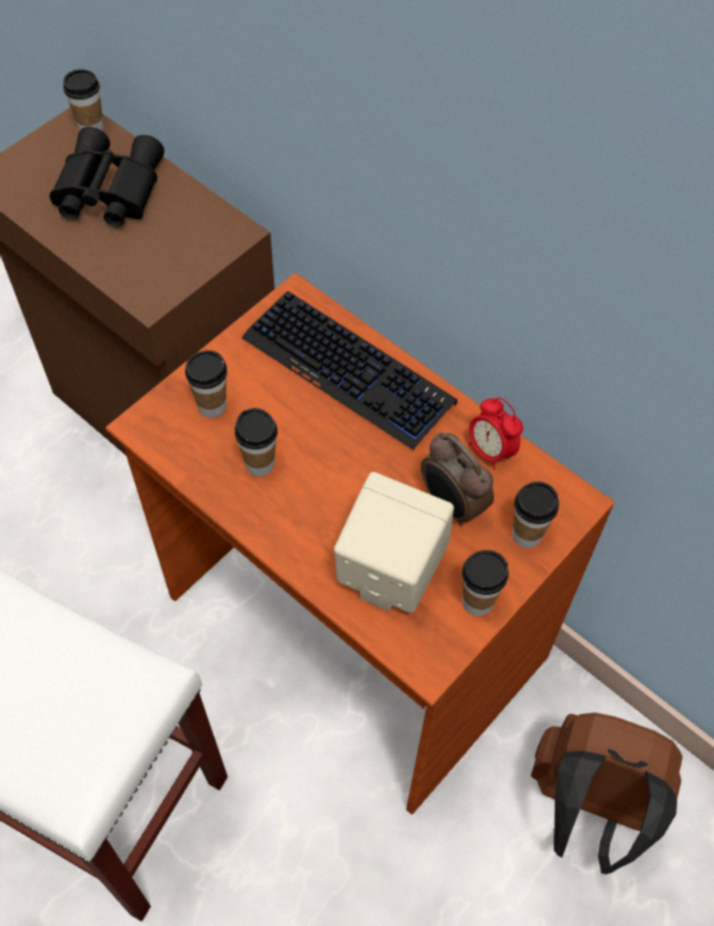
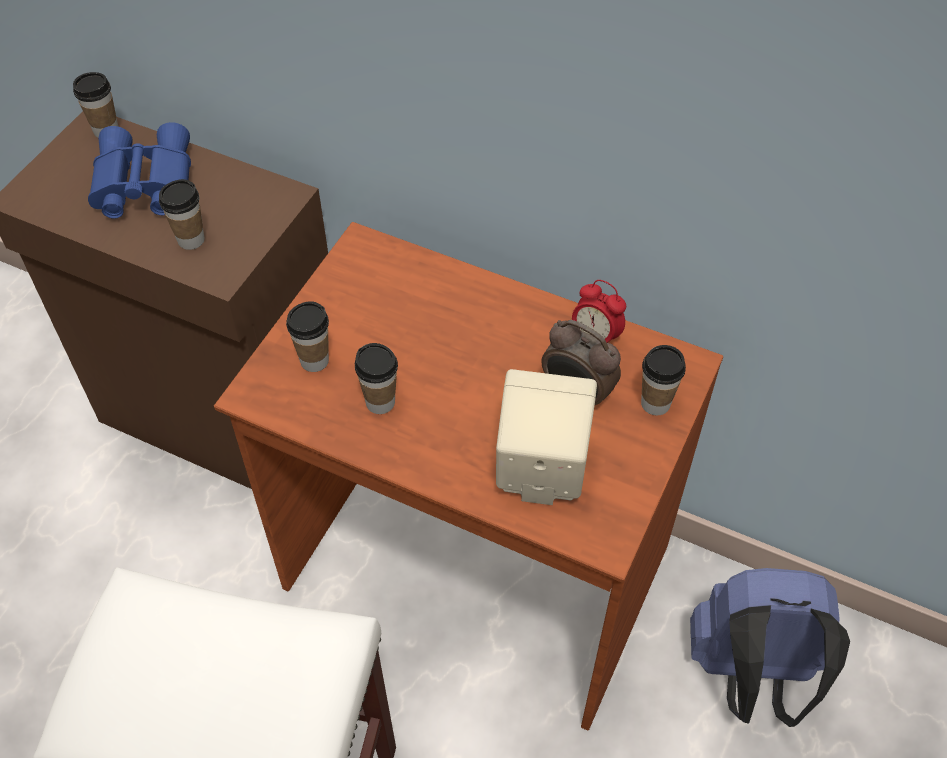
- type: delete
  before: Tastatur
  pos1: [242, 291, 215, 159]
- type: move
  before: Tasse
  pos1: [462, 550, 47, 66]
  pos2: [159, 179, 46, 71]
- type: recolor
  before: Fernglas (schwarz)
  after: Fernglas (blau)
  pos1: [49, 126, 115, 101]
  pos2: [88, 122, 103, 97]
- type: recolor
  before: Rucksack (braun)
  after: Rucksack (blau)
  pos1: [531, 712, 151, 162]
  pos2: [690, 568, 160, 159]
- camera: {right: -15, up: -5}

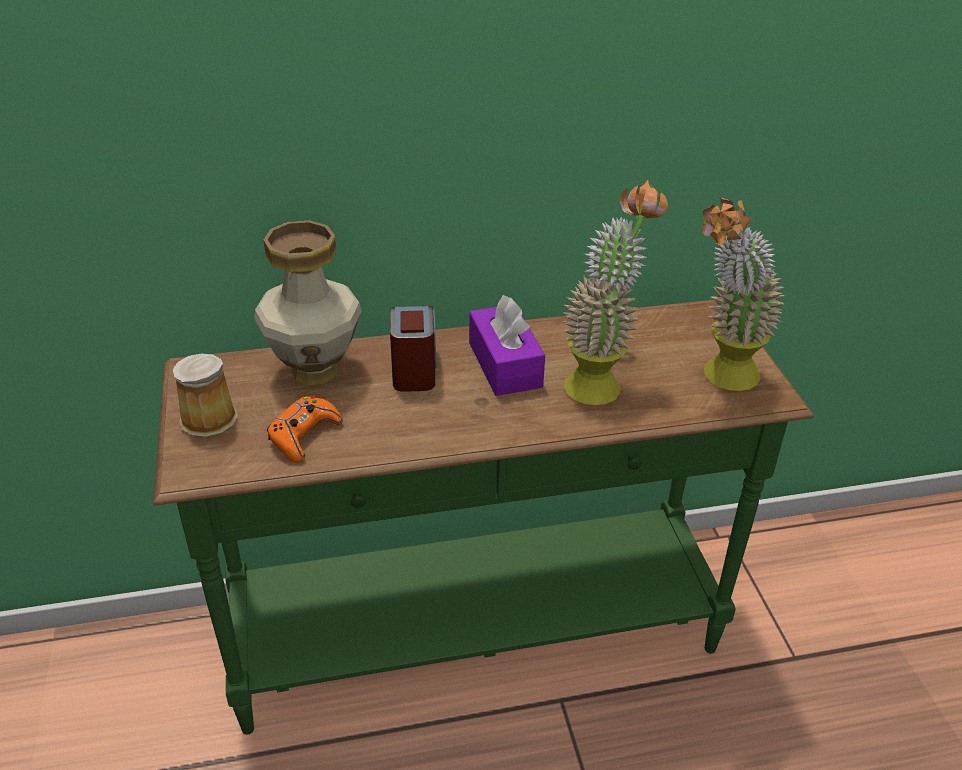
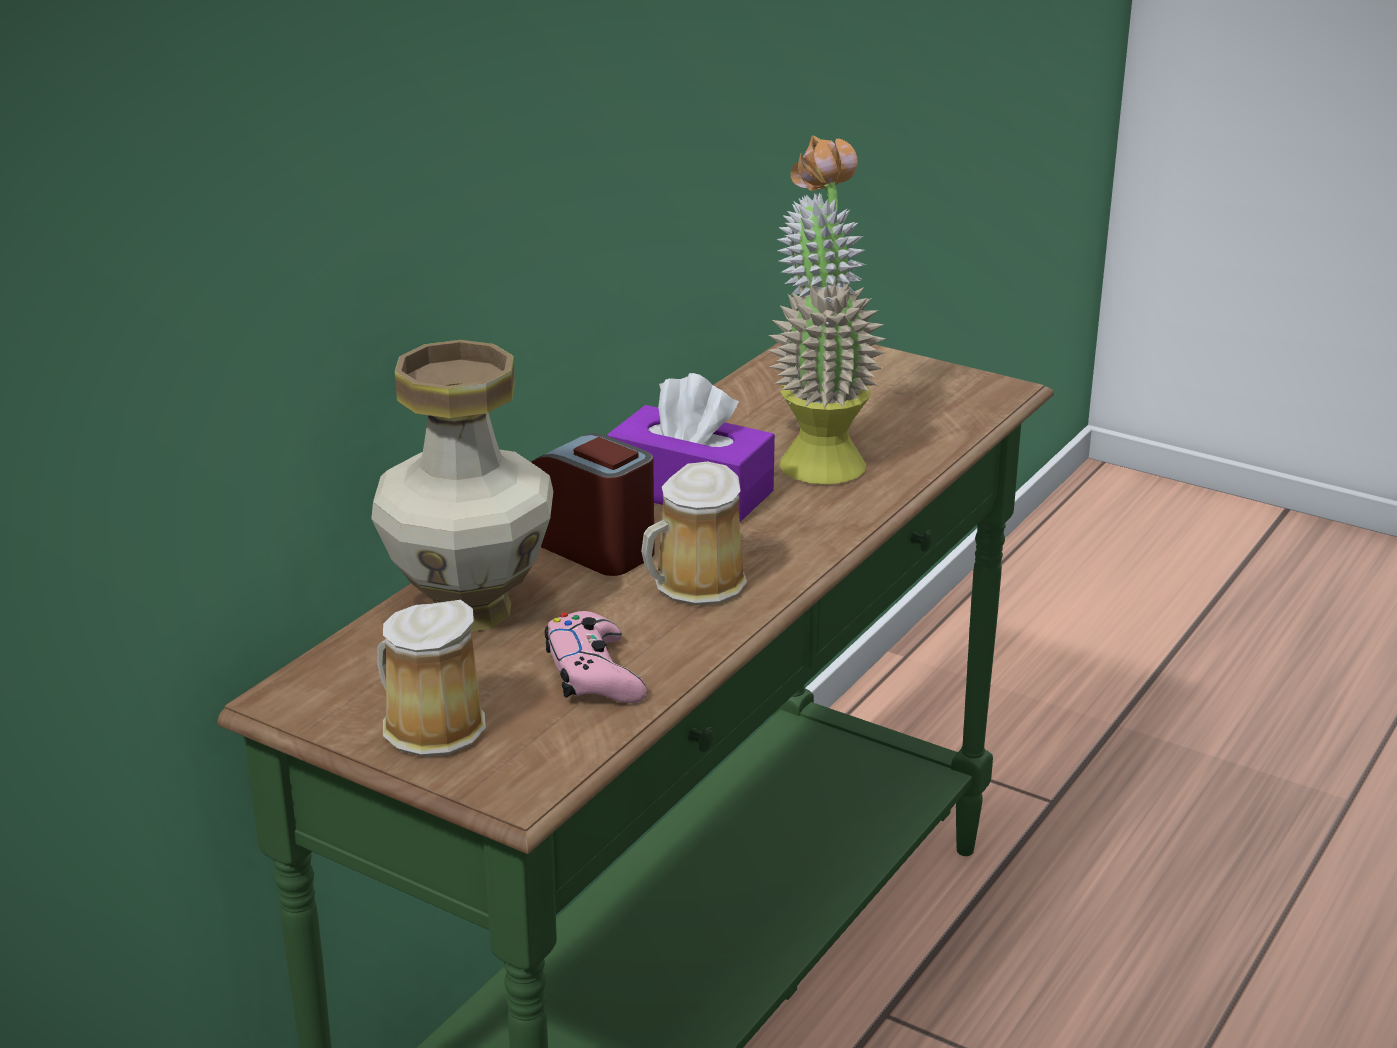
- type: delete
  before: Topfpflanze
  pos1: [702, 197, 83, 194]
- type: insert
  after: Henkelbecher
  pos2: [641, 461, 106, 144]
- type: recolor
  before: Gamepad (orange)
  after: Gamepad (rosa)
  pos1: [267, 396, 76, 67]
  pos2: [545, 611, 102, 92]
- camera: {right: -45, up: -10}

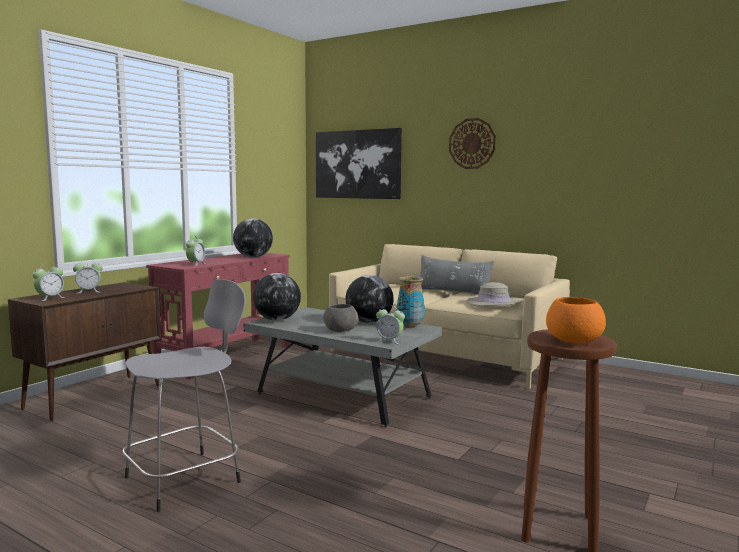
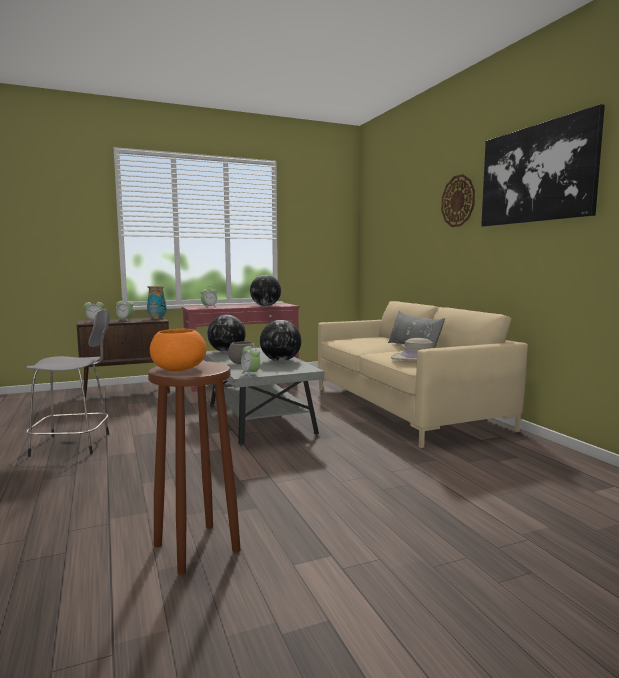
- type: move
  before: Bild
  pos1: [316, 128, 86, 71]
  pos2: [481, 104, 124, 123]
- type: move
  before: Vase
  pos1: [396, 276, 29, 52]
  pos2: [147, 286, 19, 33]
- camera: {right: 35, up: 0}

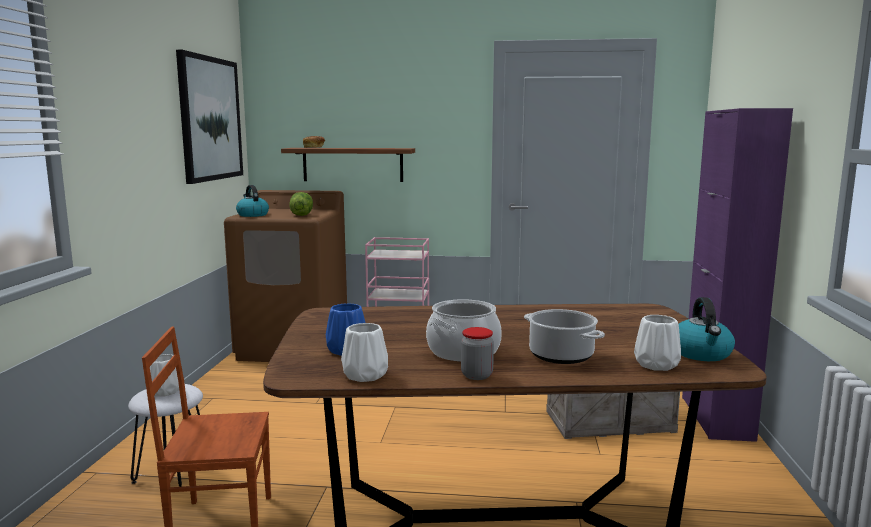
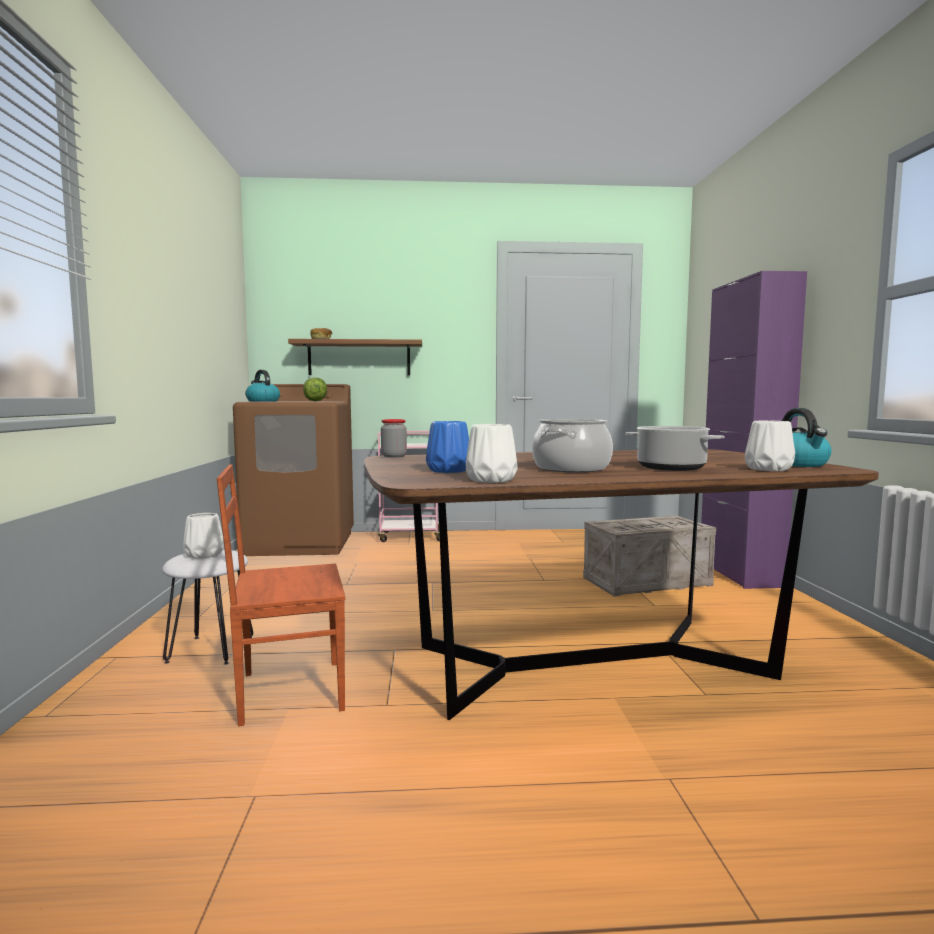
- type: delete
  before: Bild
  pos1: [176, 50, 67, 134]
- type: move
  before: Vorratsglas
  pos1: [461, 327, 33, 53]
  pos2: [381, 419, 26, 39]
- camera: {right: -10, up: -5}

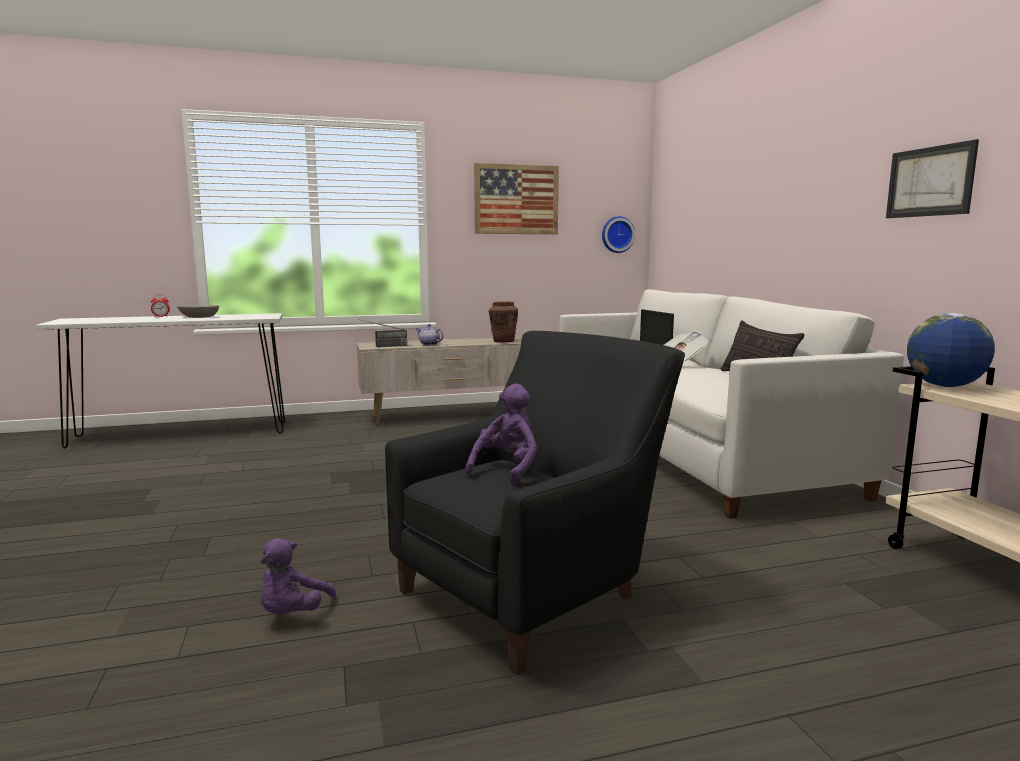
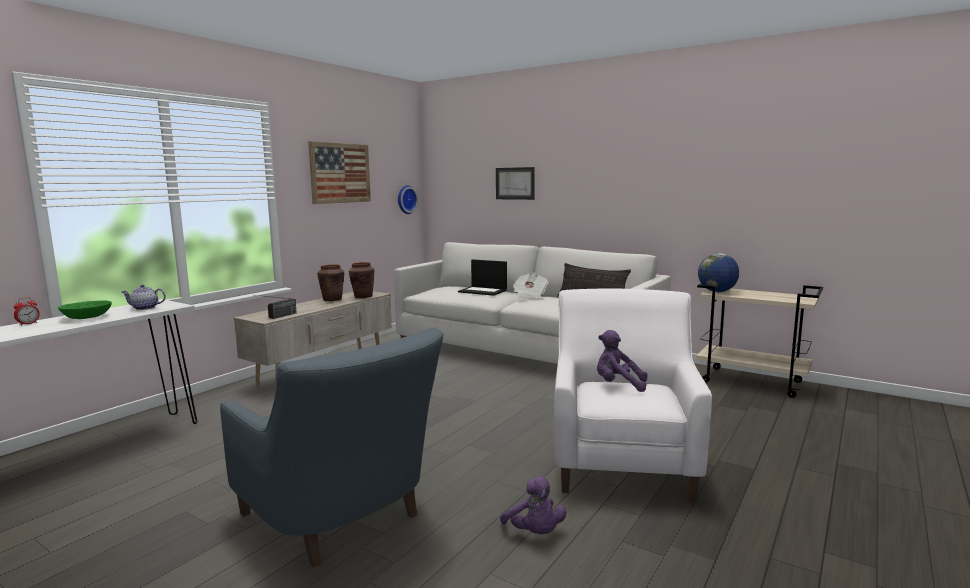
- type: insert
  after: Sessel (blau)
  pos2: [220, 328, 223, 240]
- type: insert
  after: Vase (braun)
  pos2: [317, 265, 27, 36]
- type: move
  before: Teekanne
  pos1: [416, 324, 28, 22]
  pos2: [122, 284, 44, 26]
- type: move
  before: Bild
  pos1: [886, 139, 93, 79]
  pos2: [496, 167, 39, 33]
- type: recolor
  before: Schüssel (grau)
  after: Schüssel (grün)
  pos1: [177, 305, 42, 13]
  pos2: [58, 301, 54, 18]
- type: recolor
  before: Sessel (schwarz)
  after: Sessel (weiß)
  pos1: [385, 331, 300, 344]
  pos2: [554, 289, 158, 213]
- type: rotate
  before: Plüschtier (lila)
  pos1: [465, 384, 72, 101]
  pos2: [597, 330, 50, 62]
  turn: -60
- camera: {right: -40, up: 0}

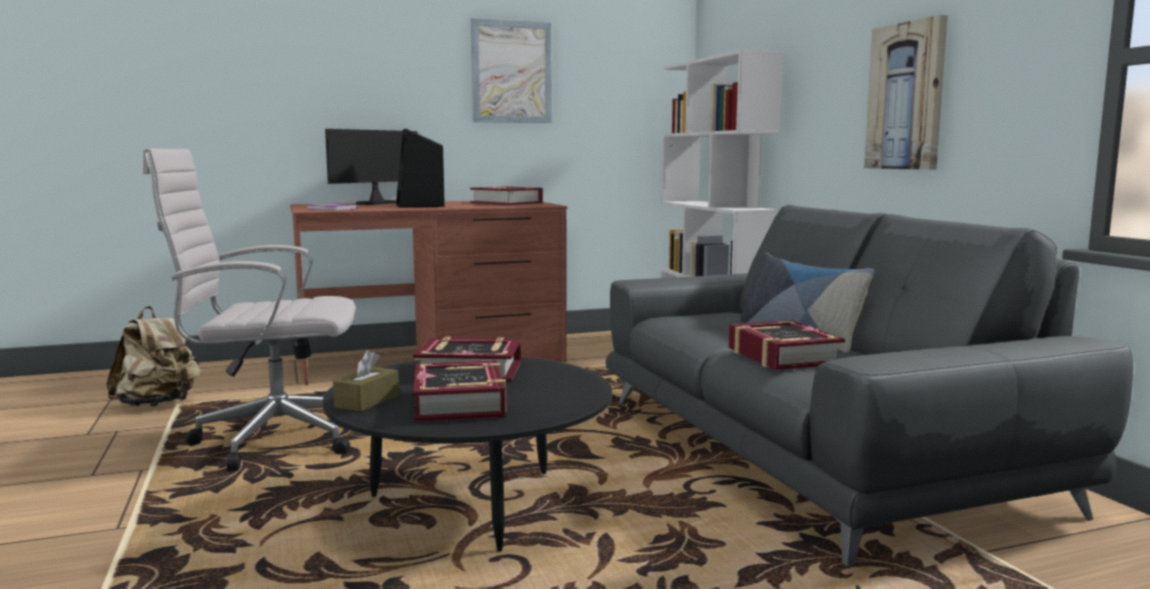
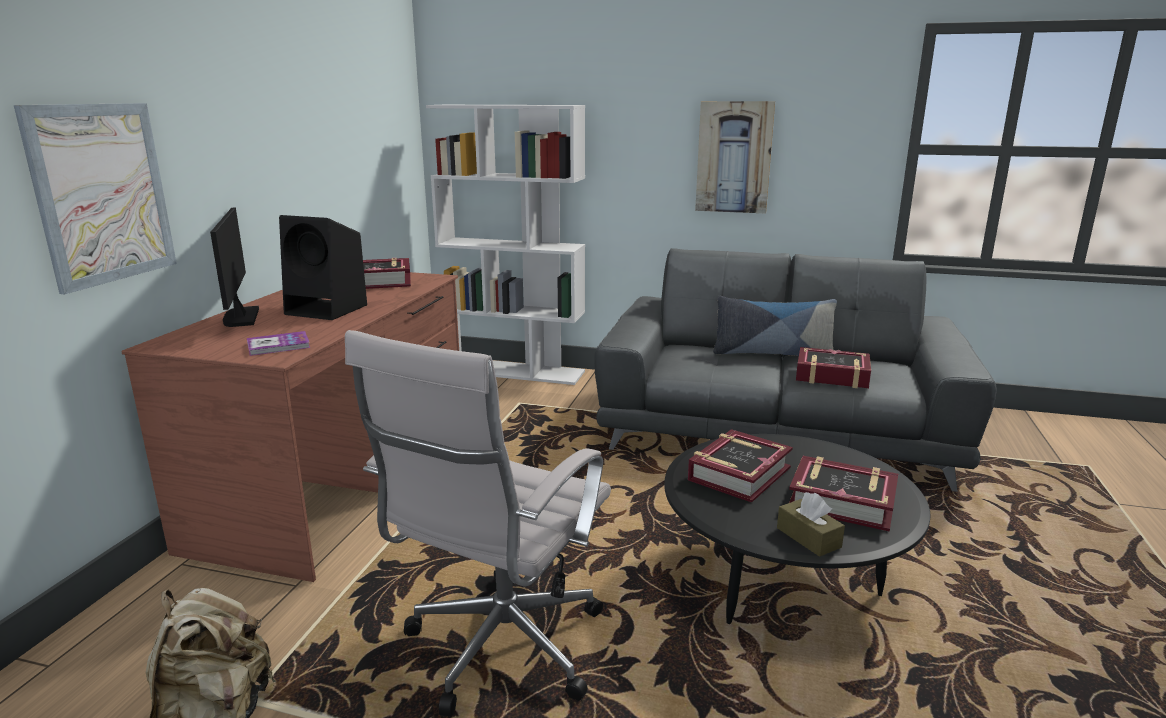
- type: move
  before: Bild
  pos1: [471, 18, 81, 105]
  pos2: [14, 103, 163, 191]
- camera: {right: -55, up: 10}

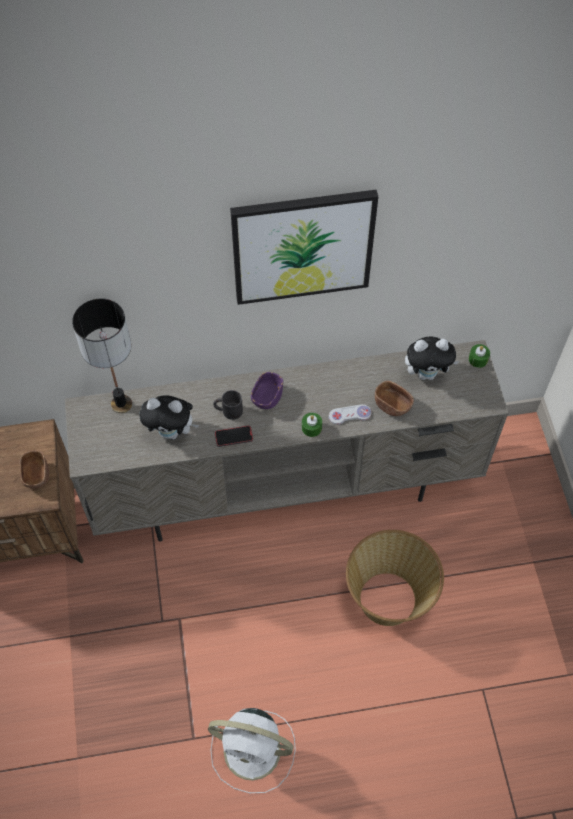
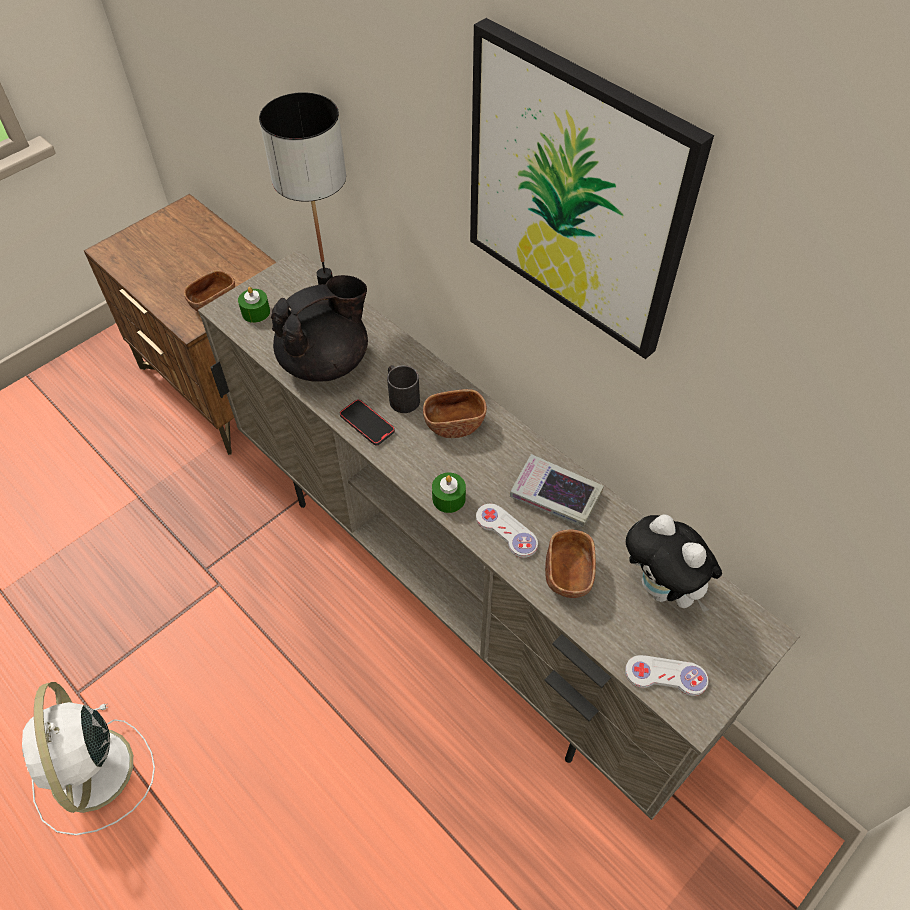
- type: delete
  before: Korb
  pos1: [346, 530, 98, 96]
- type: insert
  after: Buch
  pos2: [510, 454, 94, 74]
- type: insert
  after: Gamepad (weiß)
  pos2: [625, 655, 84, 41]
- type: move
  before: Kerze (grün)
  pos1: [469, 344, 21, 24]
  pos2: [238, 287, 32, 36]
- type: replace
  before: Plüschtier
  after: Teekanne (schwarz)
  pos1: [139, 395, 60, 44]
  pos2: [271, 275, 97, 107]
- type: recolor
  before: Schüssel (lila)
  after: Schüssel (braun)
  pos1: [251, 372, 32, 37]
  pos2: [423, 389, 64, 49]
- camera: {right: 55, up: -5}

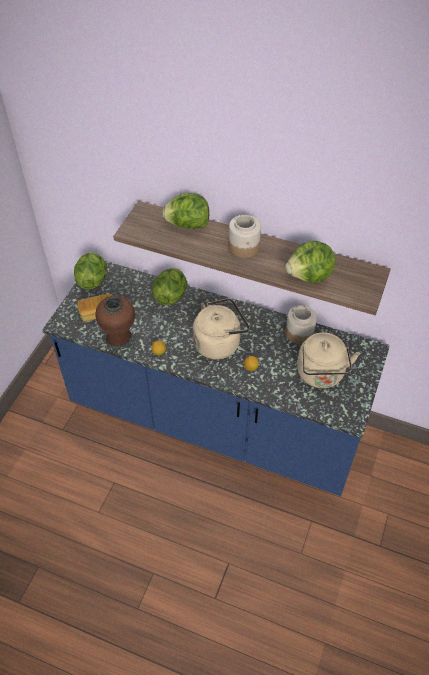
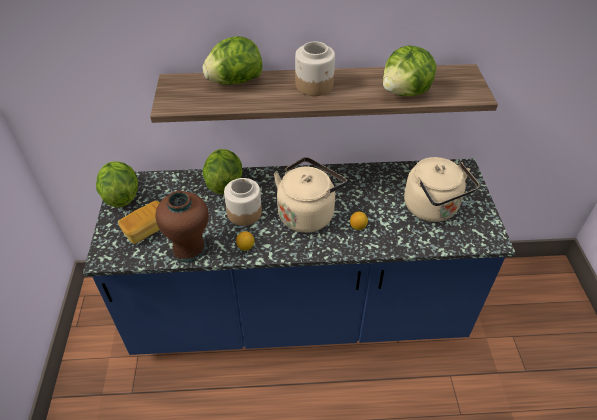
- type: move
  before: Vorratsglas
  pos1: [286, 305, 31, 39]
  pos2: [224, 178, 38, 48]
- camera: {right: -25, up: -5}

